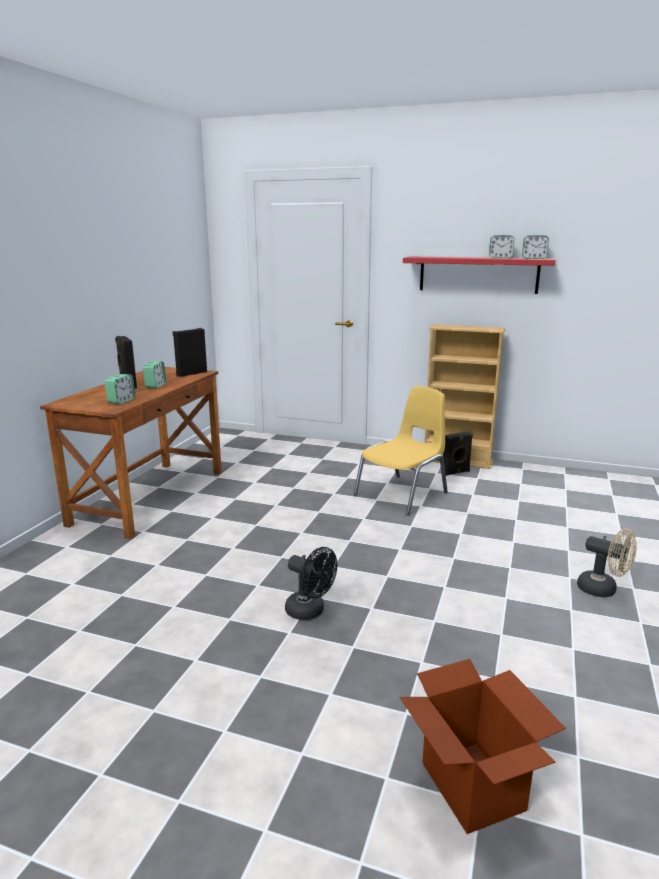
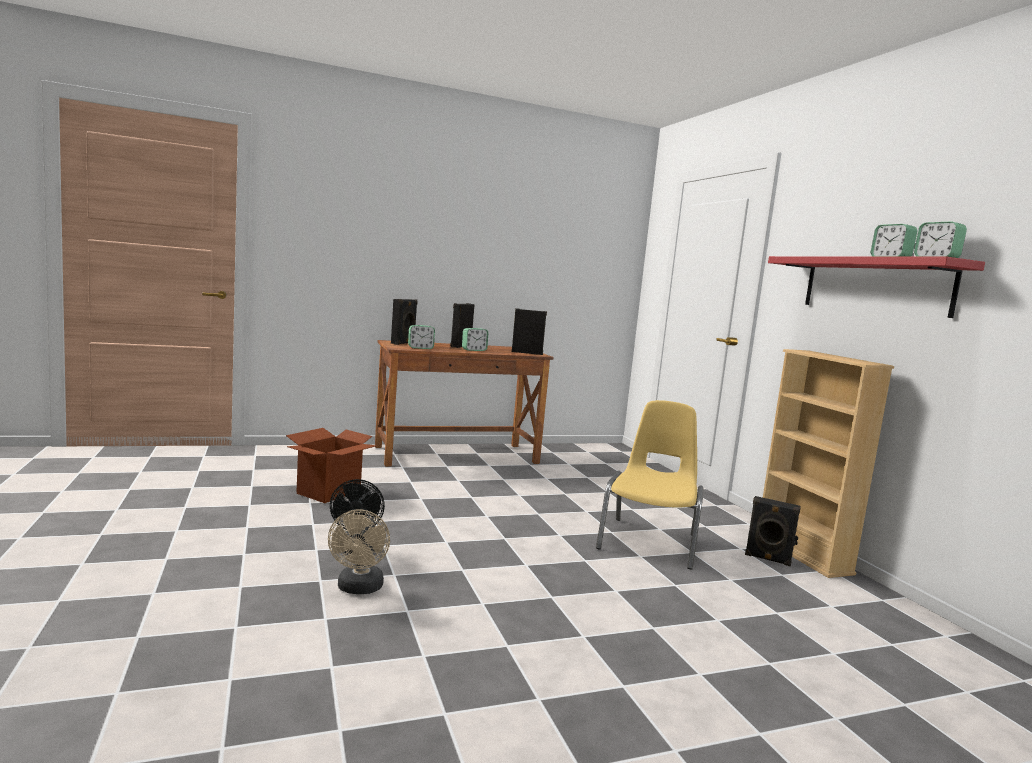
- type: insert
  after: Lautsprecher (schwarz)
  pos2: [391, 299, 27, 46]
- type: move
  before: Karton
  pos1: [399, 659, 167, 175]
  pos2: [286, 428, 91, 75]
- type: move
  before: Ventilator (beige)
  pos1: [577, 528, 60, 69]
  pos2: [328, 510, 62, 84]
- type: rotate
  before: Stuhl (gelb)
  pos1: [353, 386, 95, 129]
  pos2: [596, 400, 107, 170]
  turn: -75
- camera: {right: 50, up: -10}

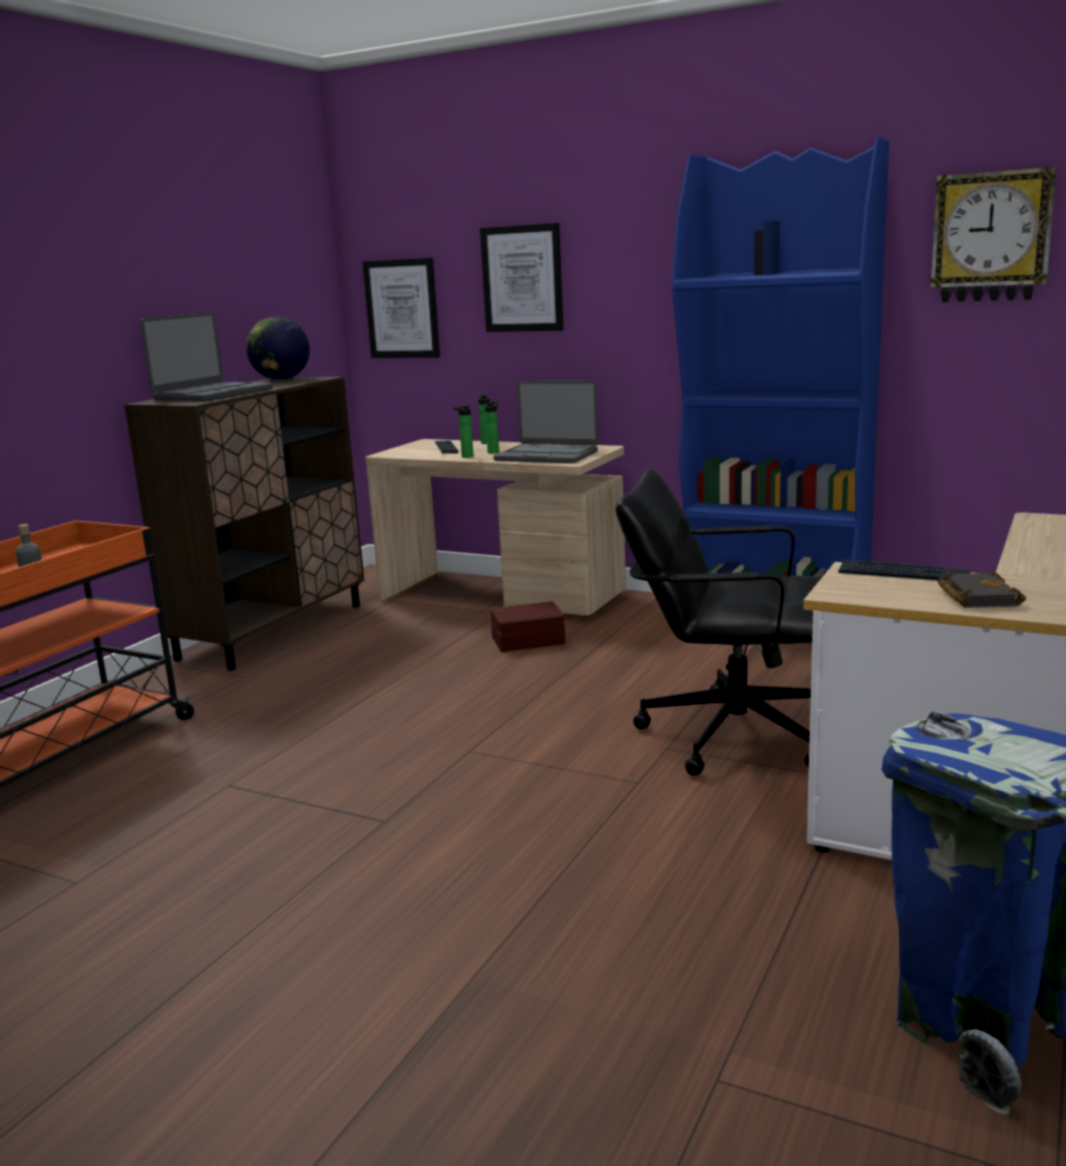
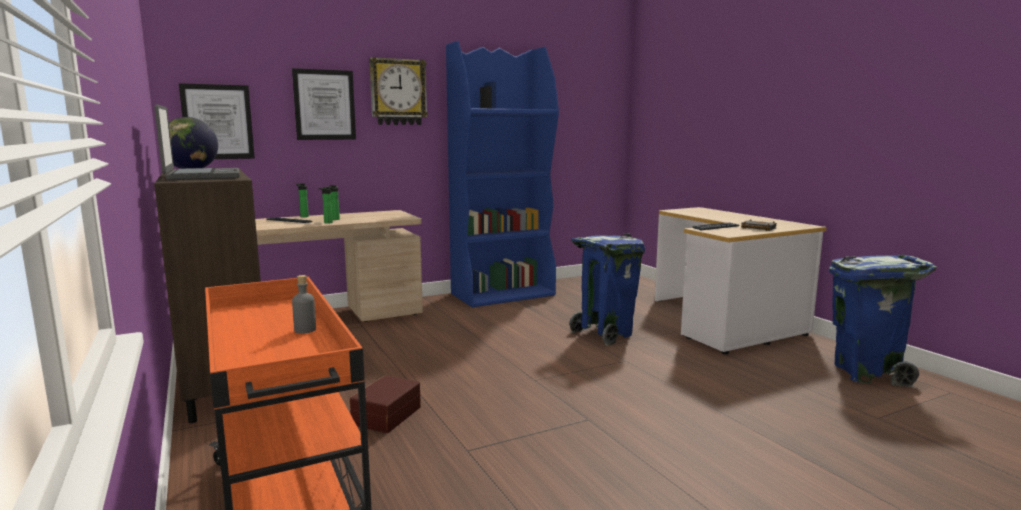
- type: delete
  before: Laptop
  pos1: [493, 380, 106, 83]
- type: move
  before: Aufbewahrungsbox (braun)
  pos1: [490, 601, 76, 51]
  pos2: [350, 375, 71, 58]
- type: move
  before: Wanduhr
  pos1: [930, 167, 127, 135]
  pos2: [369, 57, 59, 68]
- type: replace
  before: Bürostuhl (schwarz)
  after: Mülleimer (blau)
  pos1: [615, 469, 207, 307]
  pos2: [569, 233, 76, 113]
- camera: {right: -55, up: -5}

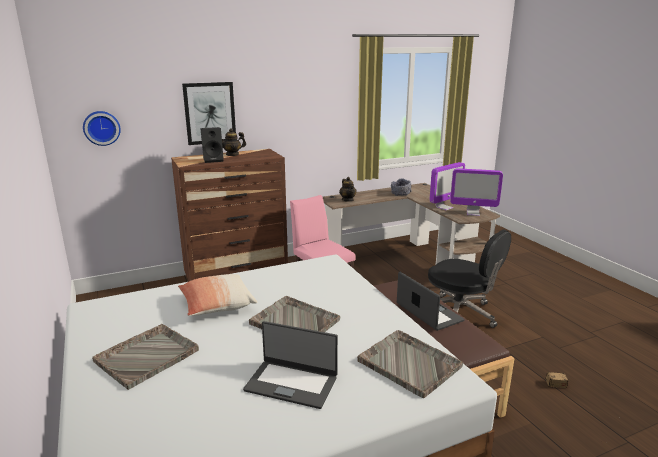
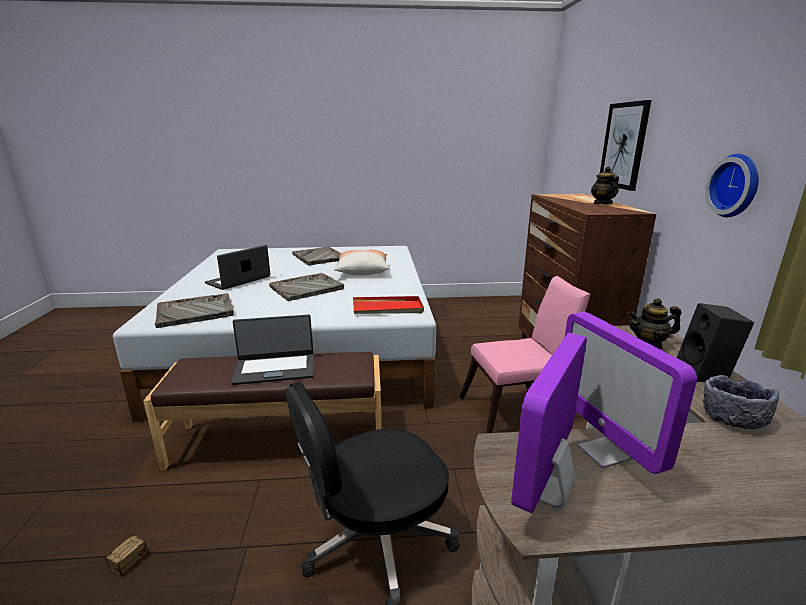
- type: insert
  after: Tablett (rot)
  pos2: [353, 296, 71, 18]
- type: move
  before: Wanduhr
  pos1: [83, 111, 38, 35]
  pos2: [705, 154, 54, 63]
- type: move
  before: Lautsprecher (schwarz)
  pos1: [201, 127, 23, 36]
  pos2: [677, 303, 77, 79]
- camera: {right: 110, up: 0}

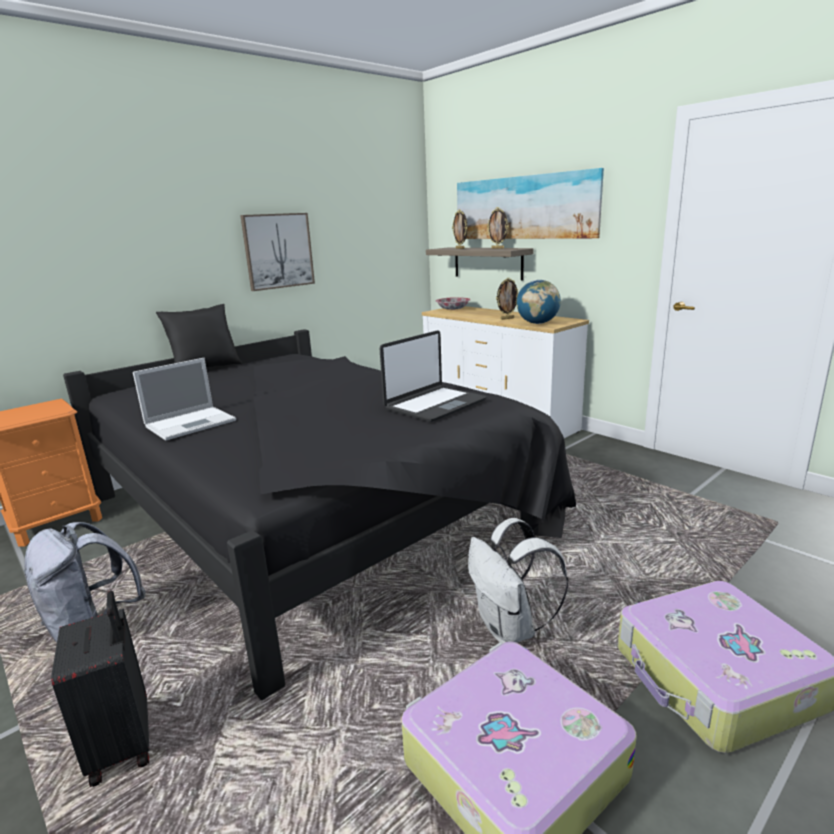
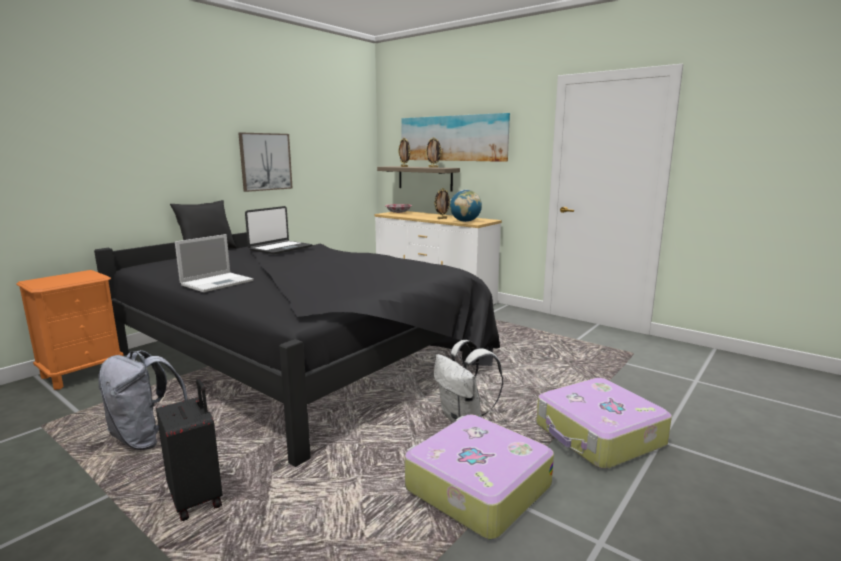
- type: move
  before: Laptop
  pos1: [379, 330, 107, 92]
  pos2: [245, 206, 68, 48]
- camera: {right: -10, up: -5}

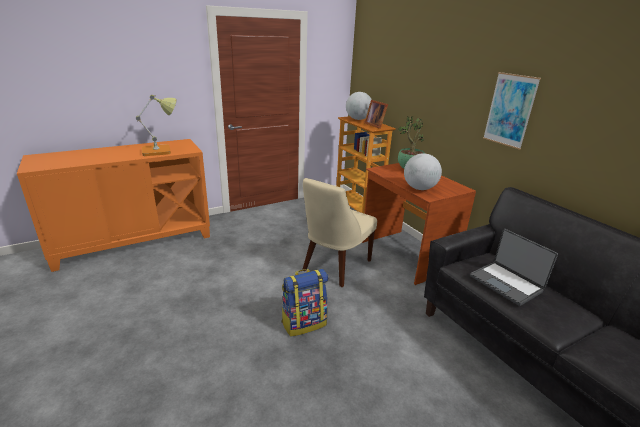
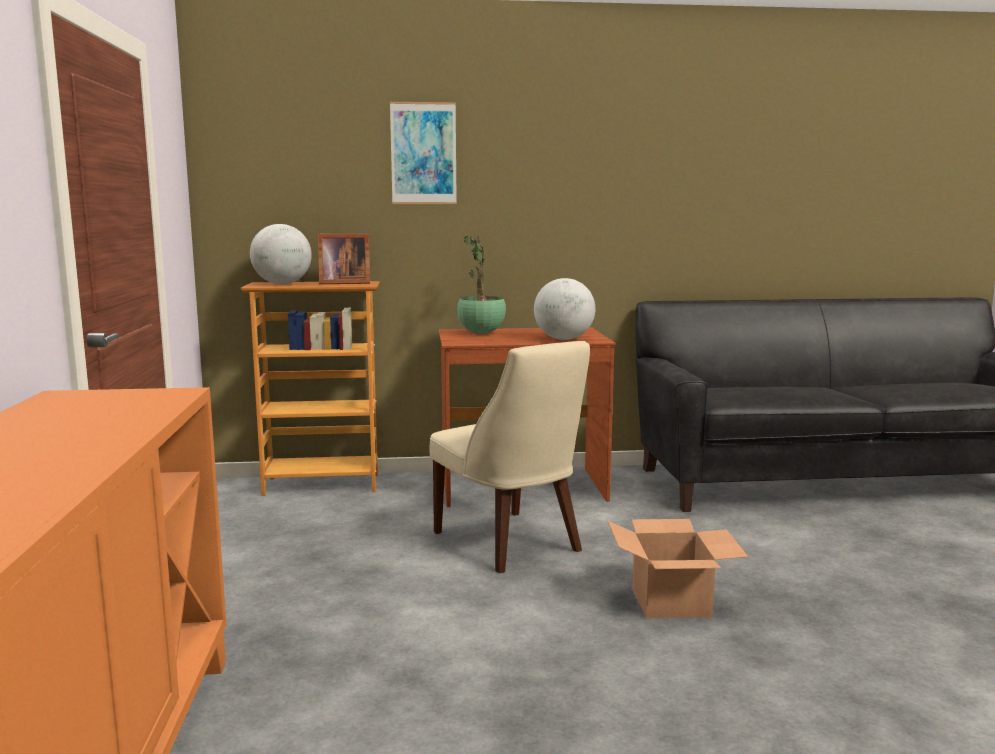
- type: delete
  before: Tischlampe
  pos1: [136, 95, 41, 61]
- type: delete
  before: Laptop
  pos1: [470, 229, 88, 77]
- type: move
  before: Bild
  pos1: [483, 72, 58, 78]
  pos2: [390, 102, 67, 102]
- type: replace
  before: Rucksack
  after: Karton
  pos1: [281, 269, 47, 68]
  pos2: [608, 519, 140, 99]
- camera: {right: -65, up: -15}

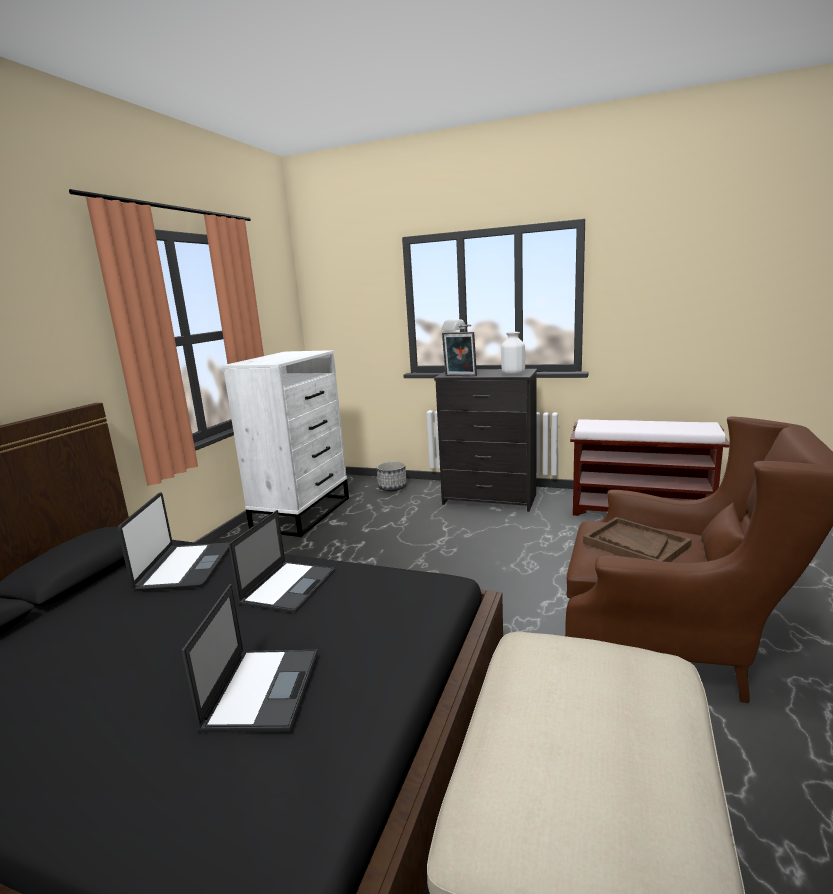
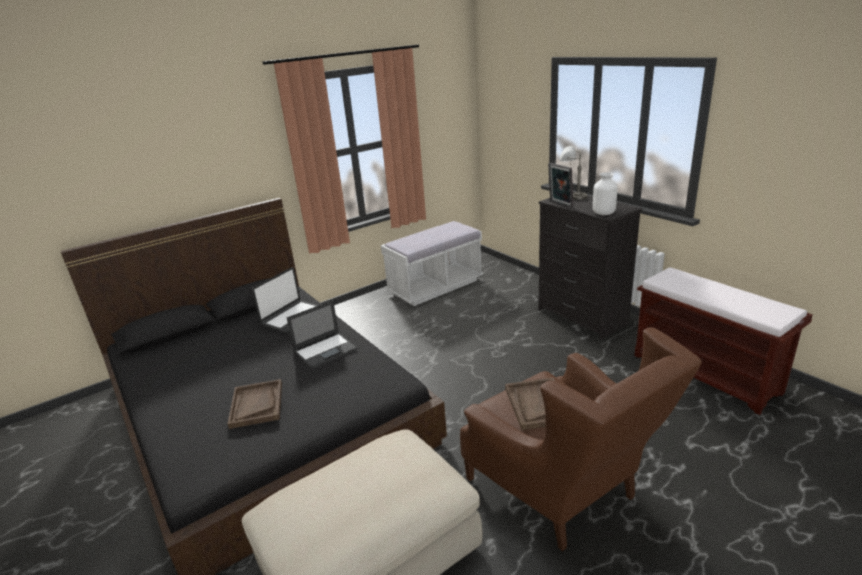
- type: delete
  before: Pflanzkübel
  pos1: [377, 461, 30, 30]
- type: replace
  before: Laptop
  after: Tablett (braun)
  pos1: [181, 584, 136, 148]
  pos2: [228, 379, 54, 50]
- type: replace
  before: Kommode (weiß)
  after: Bank (weiß)
  pos1: [223, 350, 126, 187]
  pos2: [381, 221, 102, 85]
- camera: {right: 35, up: 10}

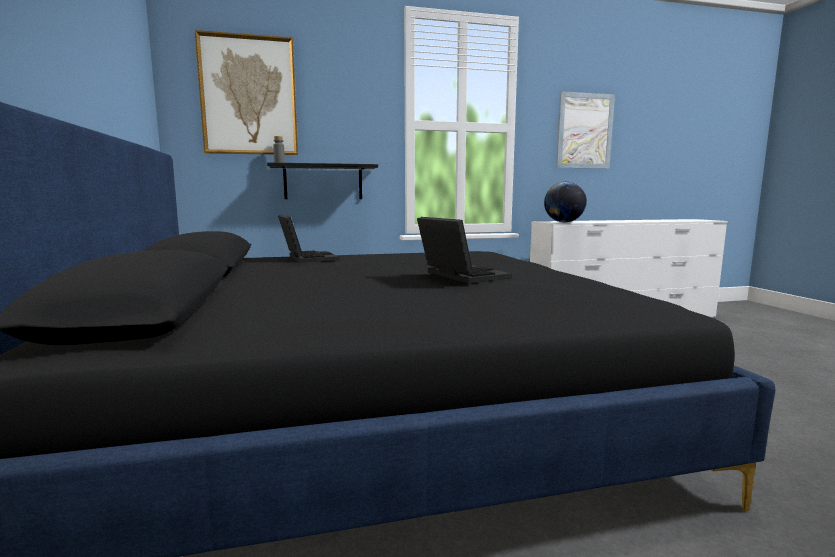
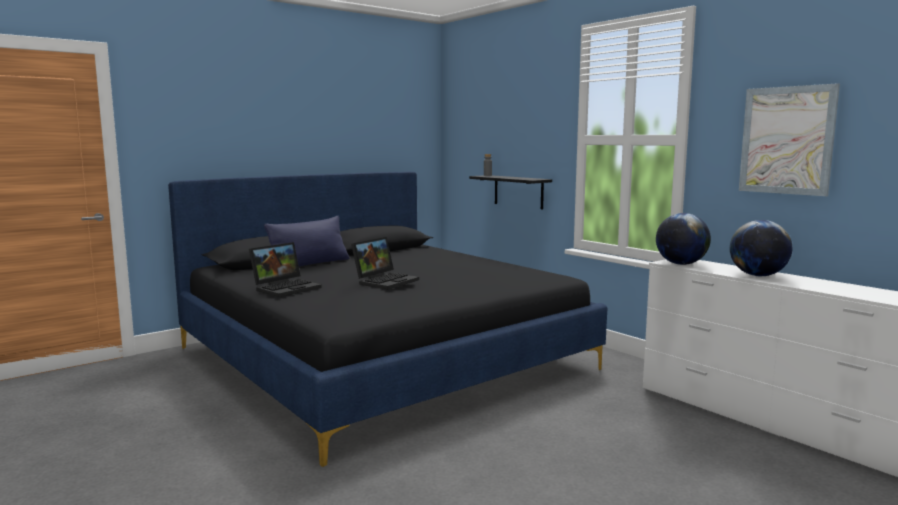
- type: delete
  before: Bild
  pos1: [194, 30, 104, 125]
- type: insert
  after: Kissen (blau)
  pos2: [264, 216, 85, 51]
- type: insert
  after: Globus
  pos2: [730, 220, 62, 56]
- type: move
  before: Laptop
  pos1: [278, 215, 61, 48]
  pos2: [249, 242, 73, 55]
- camera: {right: 65, up: 0}

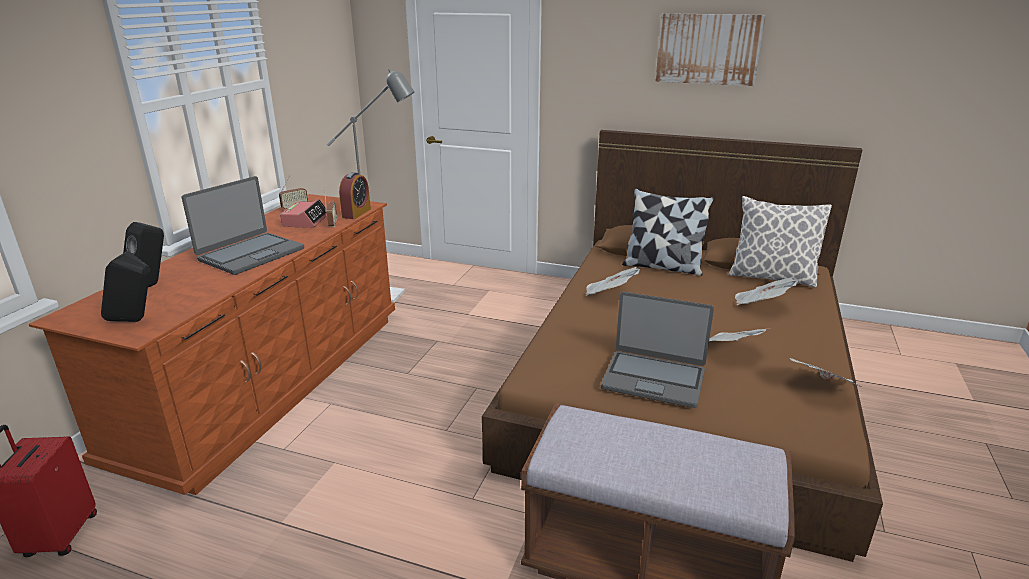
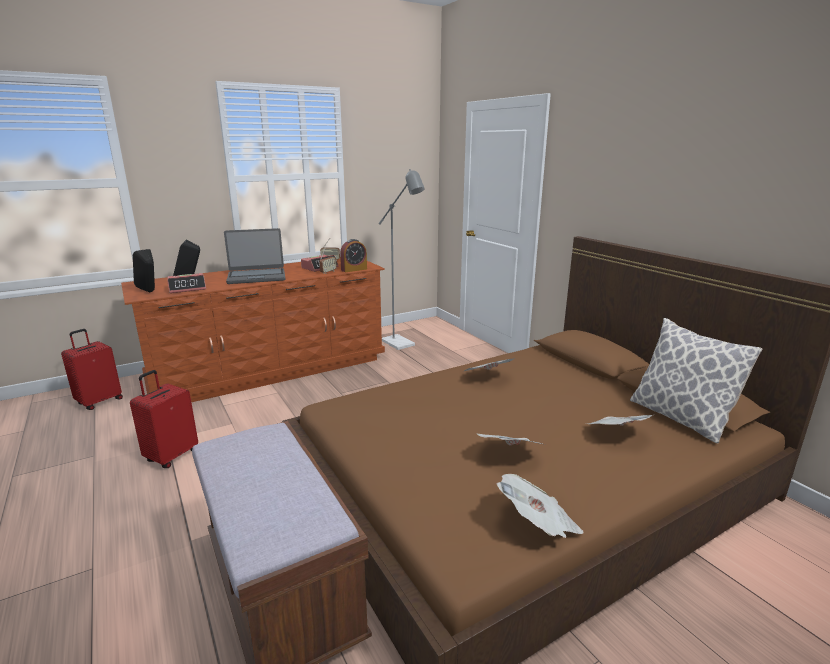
- type: delete
  before: Laptop
  pos1: [601, 292, 113, 116]
- type: delete
  before: Kissen
  pos1: [622, 188, 92, 88]
- type: delete
  before: Bild
  pos1: [655, 13, 111, 73]
- type: insert
  after: Koffer (rot)
  pos2: [130, 370, 68, 98]
- type: insert
  after: Wecker
  pos2: [167, 273, 39, 20]
- camera: {right: 40, up: -5}

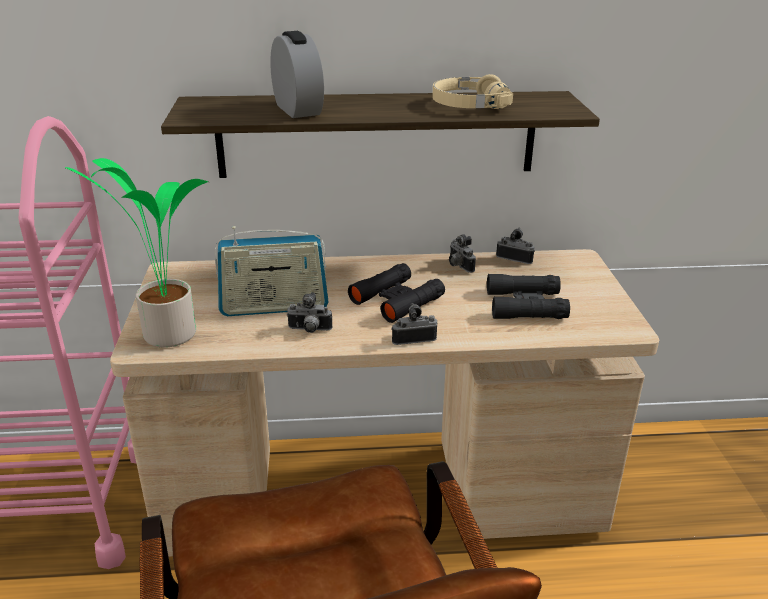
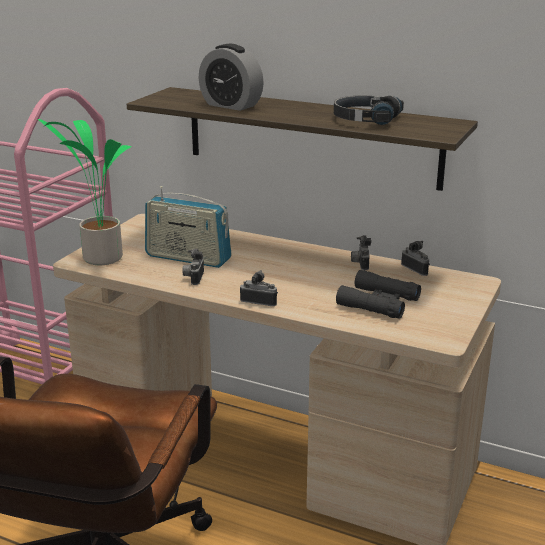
- type: delete
  before: Fernglas (schwarz)
  pos1: [348, 263, 97, 60]
- type: recolor
  before: Kopfhörer (beige)
  after: Kopfhörer (schwarz)
  pos1: [432, 74, 81, 35]
  pos2: [334, 96, 70, 29]
- type: rotate
  before: Wecker
  pos1: [270, 31, 54, 87]
  pos2: [198, 44, 66, 67]
  turn: 120
- type: rotate
  before: Kamera
  pos1: [287, 292, 45, 41]
  pos2: [182, 249, 22, 36]
  turn: 60
- camera: {right: 30, up: -5}

